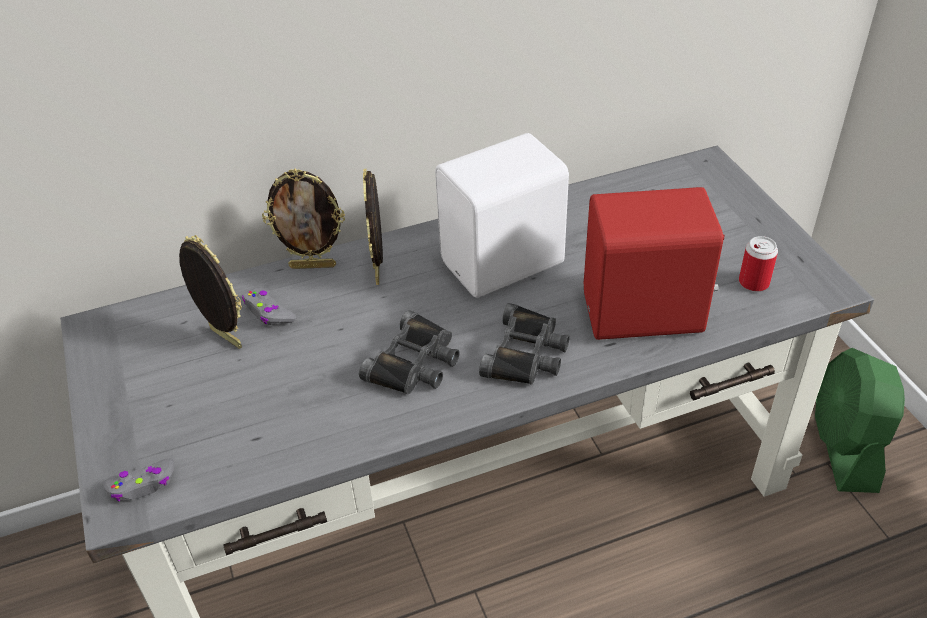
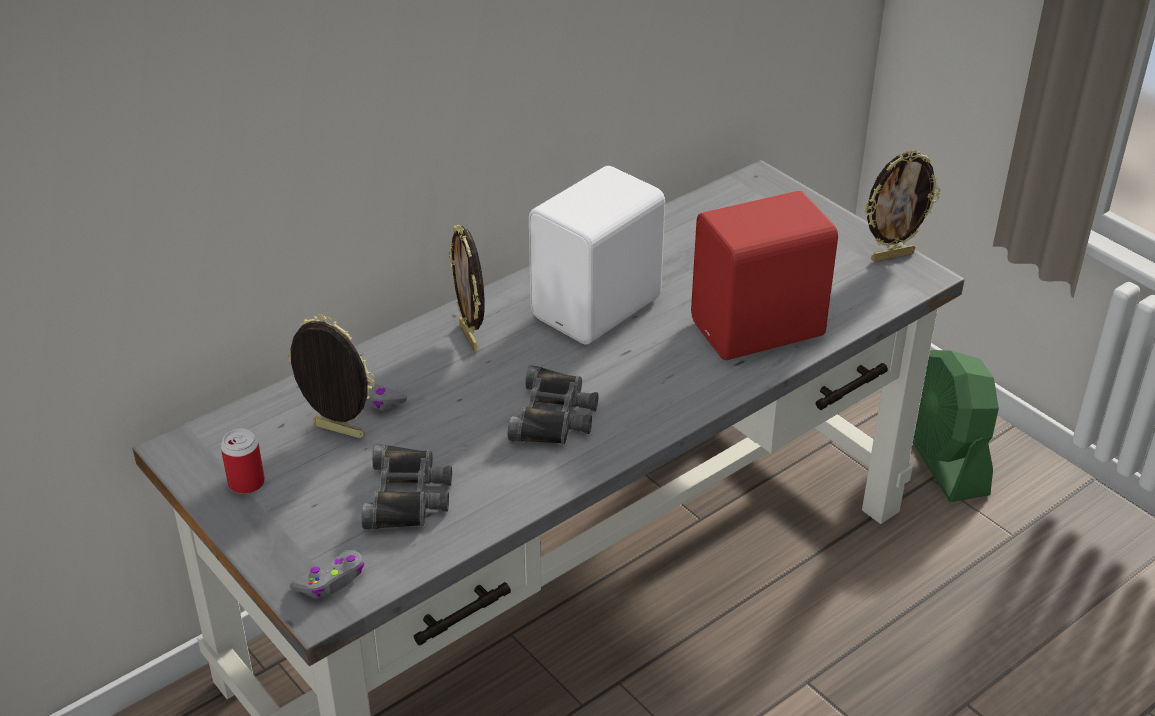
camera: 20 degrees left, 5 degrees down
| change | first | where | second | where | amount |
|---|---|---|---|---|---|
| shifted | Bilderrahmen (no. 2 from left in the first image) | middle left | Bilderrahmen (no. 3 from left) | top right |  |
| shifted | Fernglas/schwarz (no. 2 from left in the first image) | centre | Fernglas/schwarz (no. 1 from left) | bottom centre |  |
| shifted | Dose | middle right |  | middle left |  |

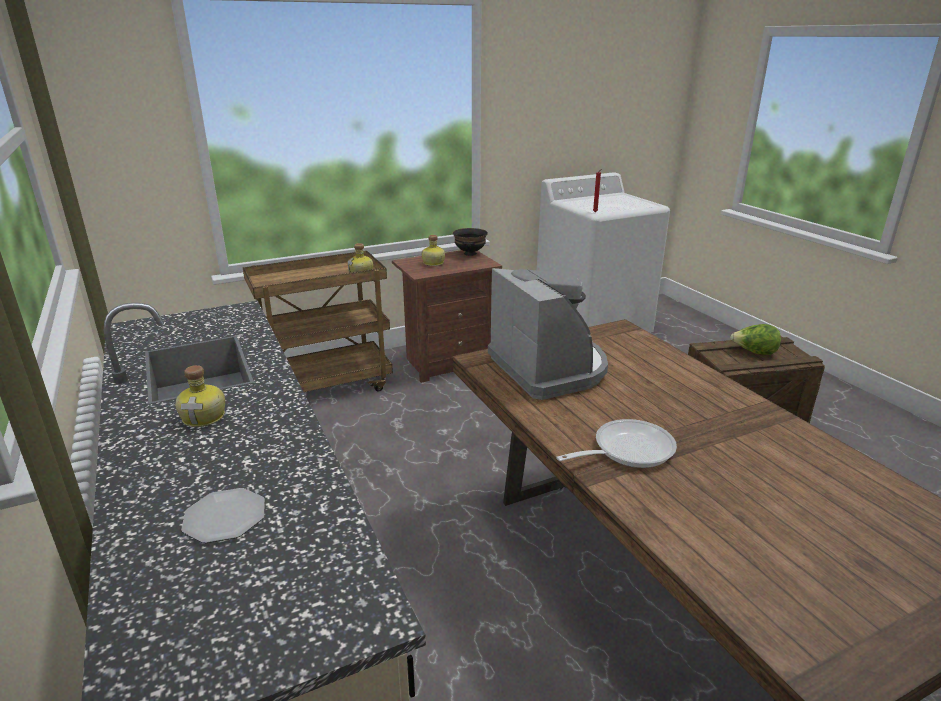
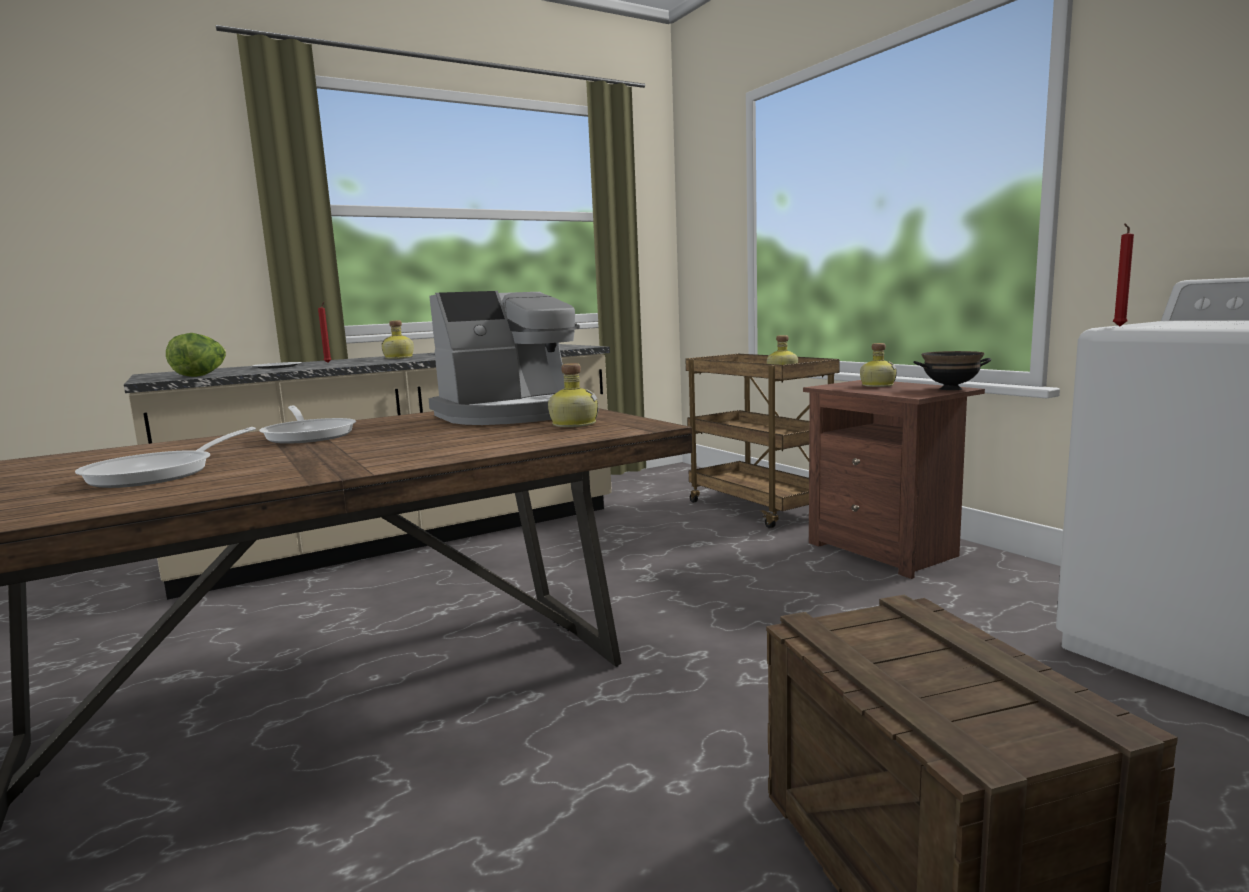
camera: 85 degrees right, 15 degrees down
| change | first | where | second | where | amount |
|---|---|---|---|---|---|
| shifted | Salatkopf | middle right |  | middle left |  |
| new |  |  | Pfanne (no. 1 from left) | middle left |  |
| new |  |  | Kerze/rot (no. 1 from left) | middle left |  |
| new |  |  | Flasche (no. 2 from left) | centre |  |

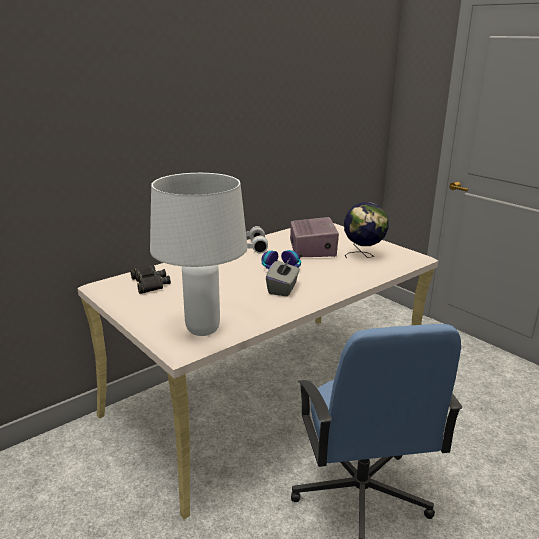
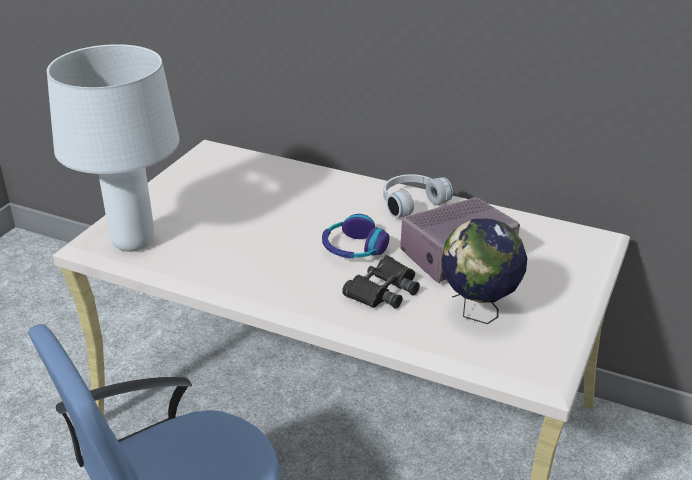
camera: 65 degrees right, 10 degrees up
| change | first | where | second | where | amount |
|---|---|---|---|---|---|
| shifted | Fernglas/schwarz | middle left |  | centre |  |
| gone | Taschentuchbox/grau | centre |  |  |  |

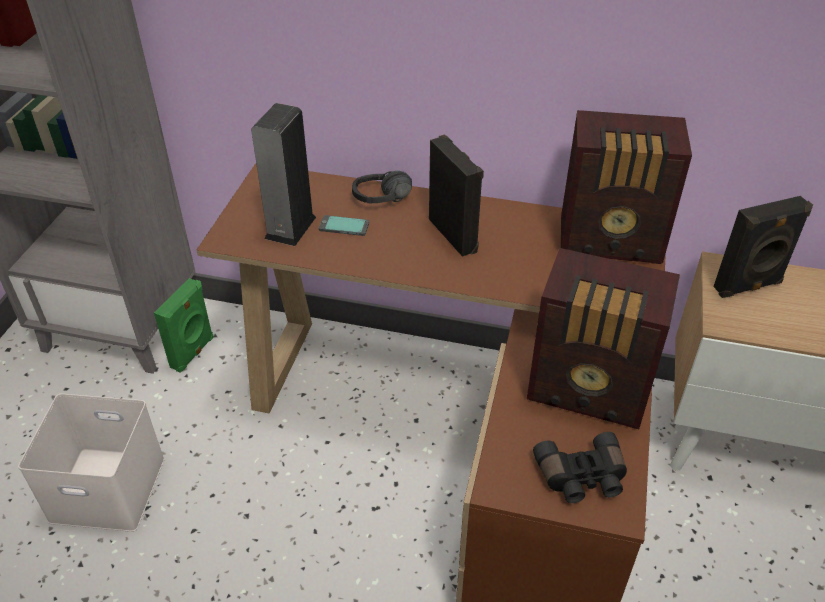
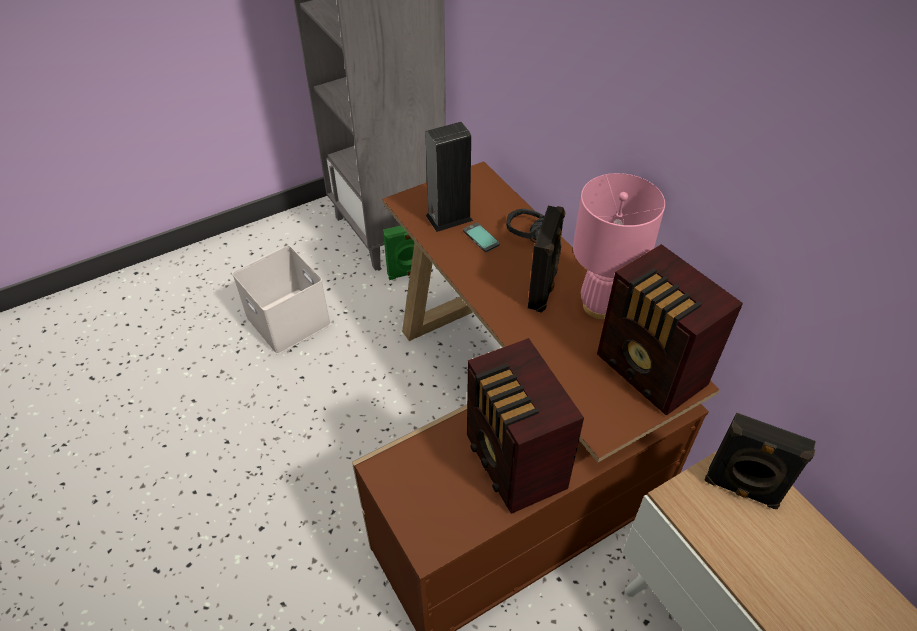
camera: 45 degrees right, 5 degrees up
| change | first | where | second | where | amount |
|---|---|---|---|---|---|
| gone | Fernglas/schwarz | bottom right |  |  |  |
| new |  |  | Tischlampe/rosa | middle right |  |

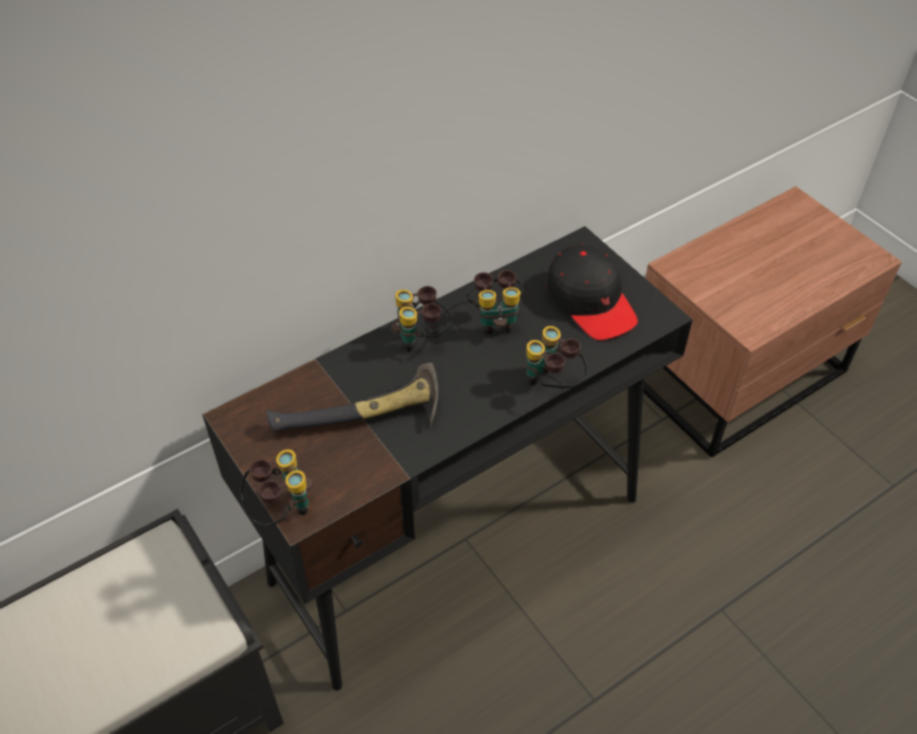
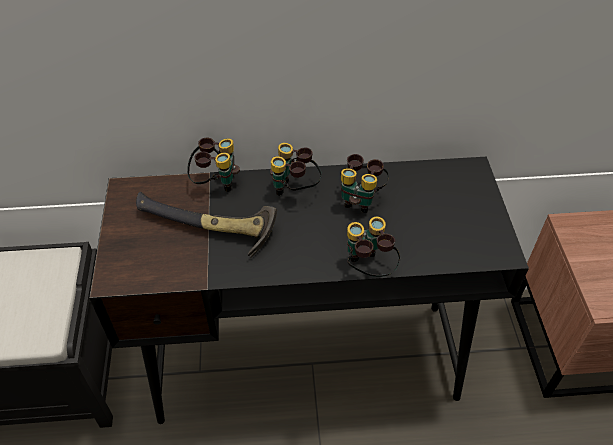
camera: 30 degrees right, 0 degrees up
| change | first | where | second | where | amount |
|---|---|---|---|---|---|
| shifted | Fernglas (no. 1 from left) | middle left |  | centre |  |
| gone | Kappe/schwarz | centre |  |  |  |

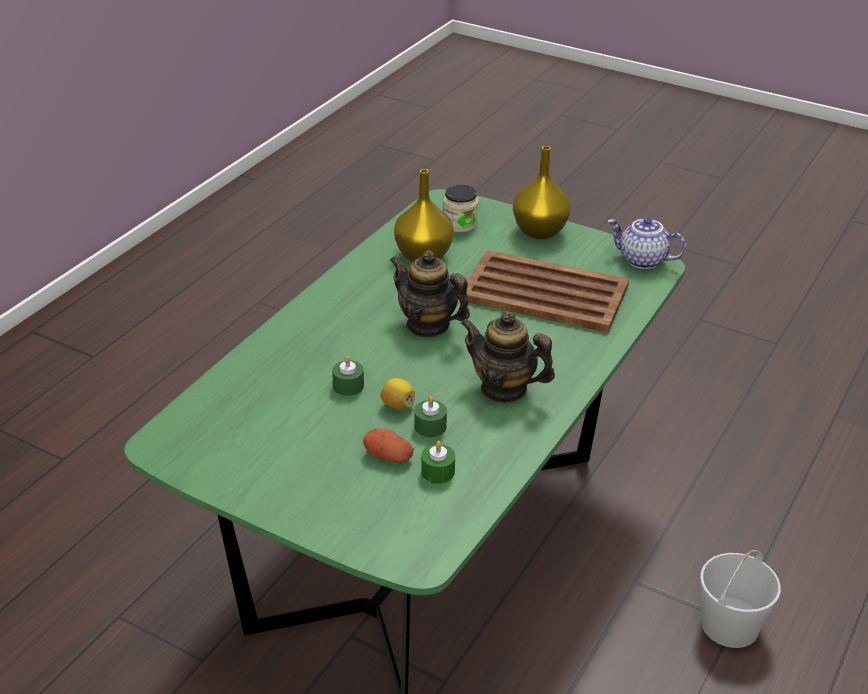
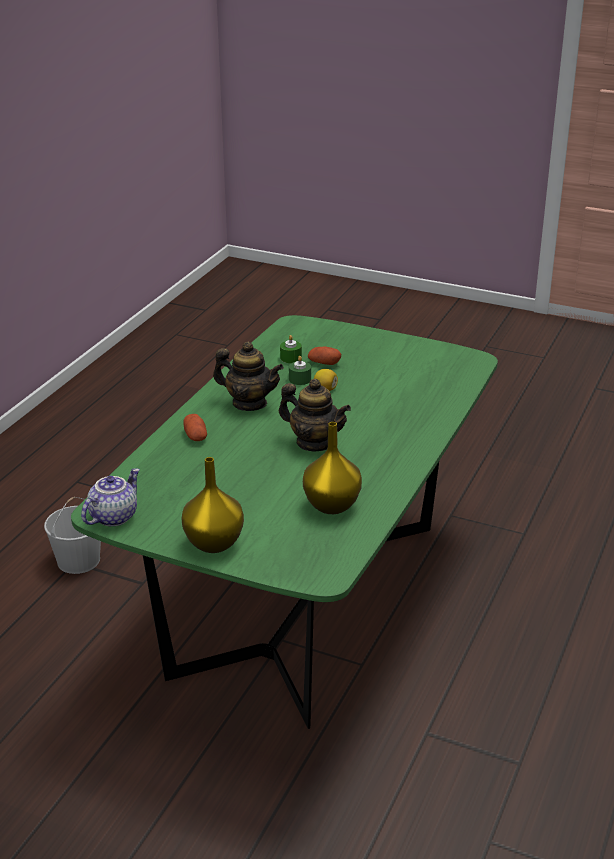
camera: 175 degrees right, 5 degrees down
| change | first | where | second | where | amount |
|---|---|---|---|---|---|
| gone | Kerze/grün (no. 1 from left) | centre |  |  |  |
| gone | Vorratsglas | top centre |  |  |  |
| gone | Tablett/braun | centre |  |  |  |
| rotated | Teekanne (no. 3 from left in the first image) | middle right | Teekanne (no. 1 from left) | middle left | 75 degrees counterclockwise |
| new |  |  | Kartoffel (no. 1 from left) | middle left |  |

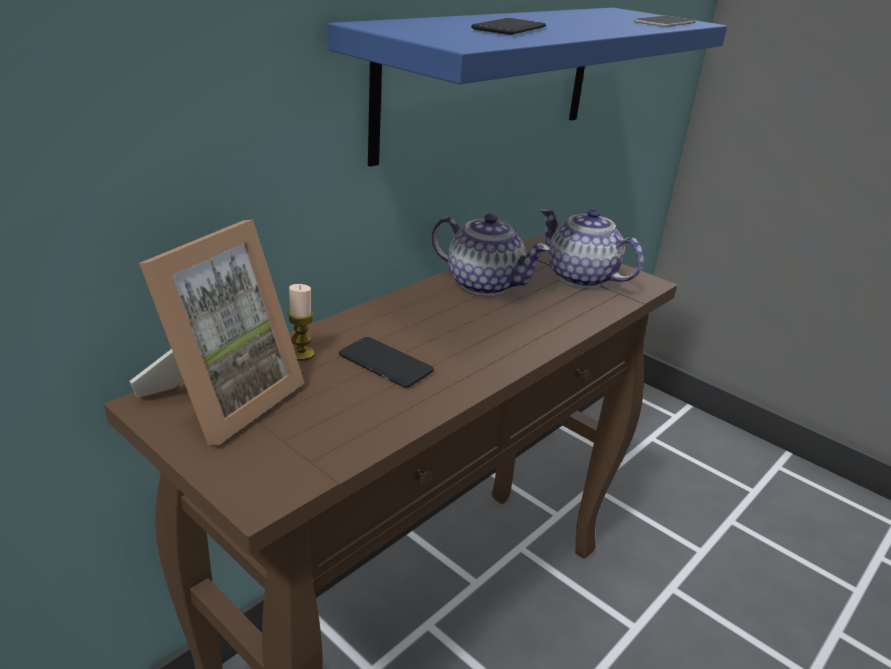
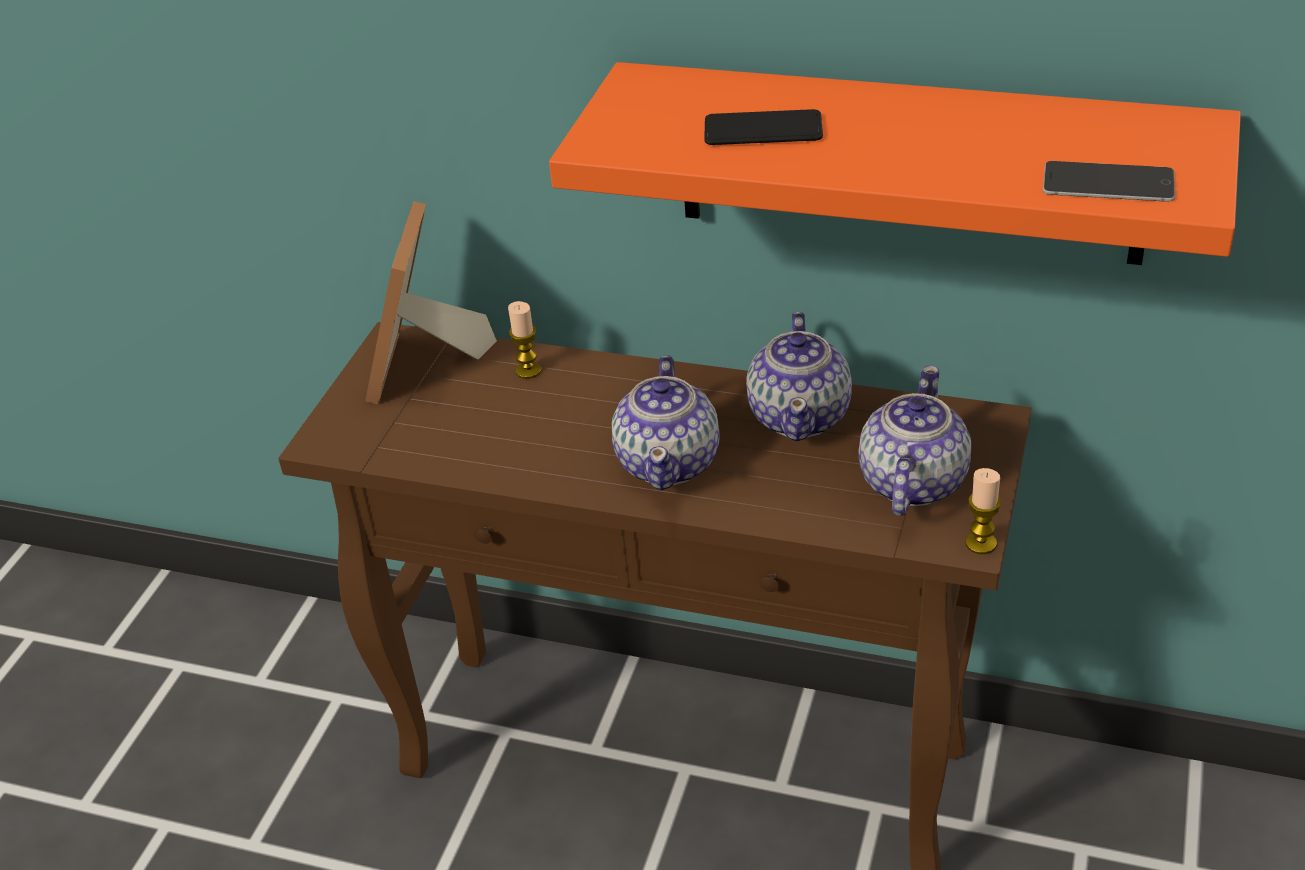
camera: 70 degrees right, 10 degrees up
| change | first | where | second | where | amount |
|---|---|---|---|---|---|
| rotated | Bilderrahmen | middle left |  | middle left | 90 degrees clockwise |
| repainted | Wandregal/blau | top centre | Wandregal/orange | top right |  |
| gone | Handy (no. 1 from left) | centre |  |  |  |
| new |  |  | Teekanne (no. 1 from left) | centre |  |
| new |  |  | Kerze (no. 2 from left) | middle right |  |

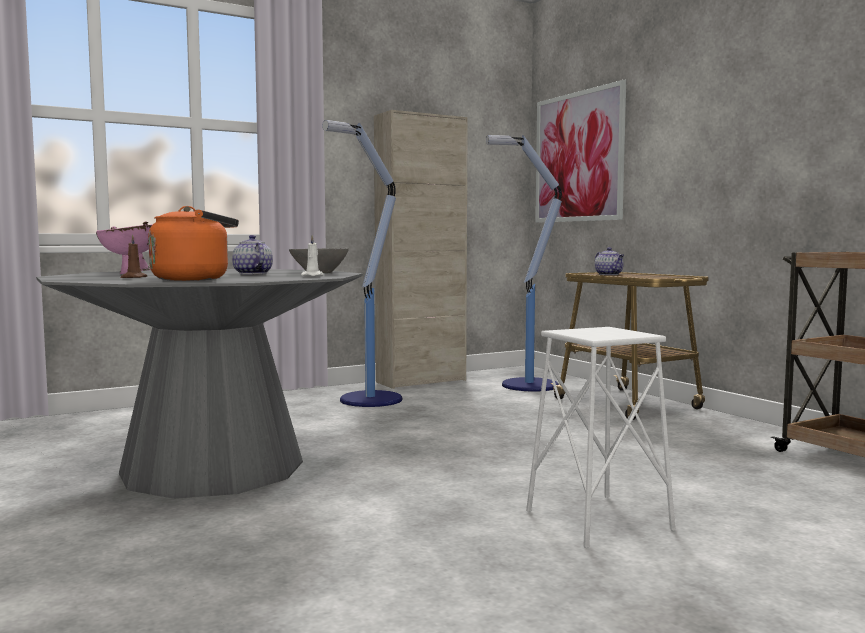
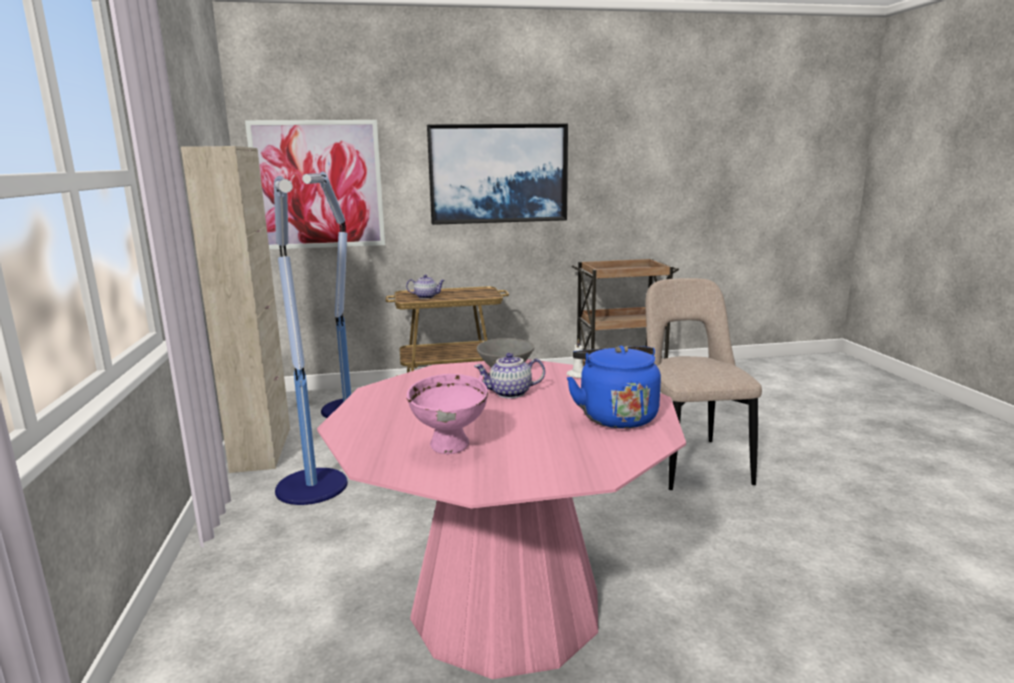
camera: 70 degrees left, 10 degrees up
| change | first | where | second | where | amount |
|---|---|---|---|---|---|
| repainted | Esstisch/grau | middle left | Esstisch/rosa | bottom centre |  |
| gone | Kerze/braun | middle left |  |  |  |
| repainted | Wasserkessel/orange | middle left | Wasserkessel/blau | centre |  |
| swapped | Hocker/weiß | bottom right | Stuhl/beige | middle right |  |
| new |  |  | Bild (no. 2 from left) | top centre |  |

